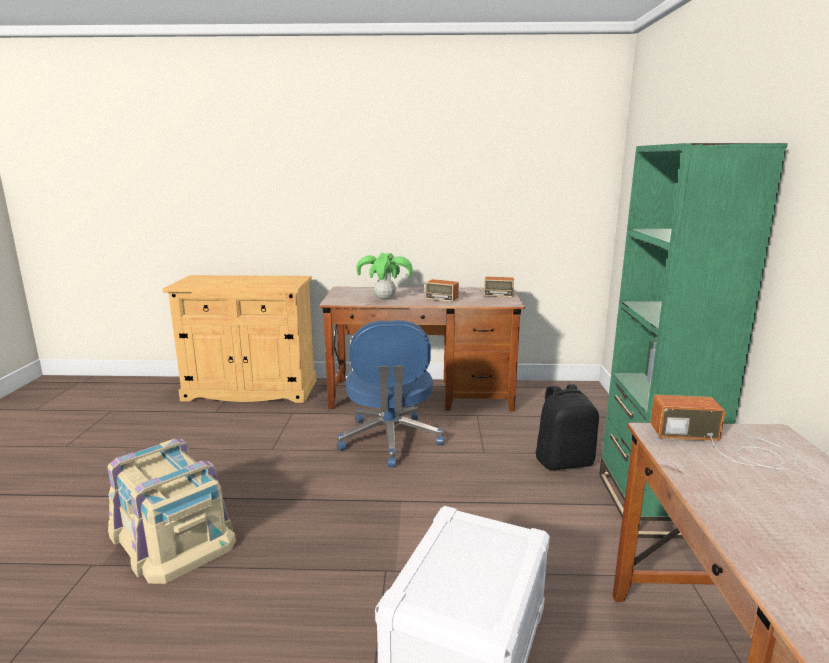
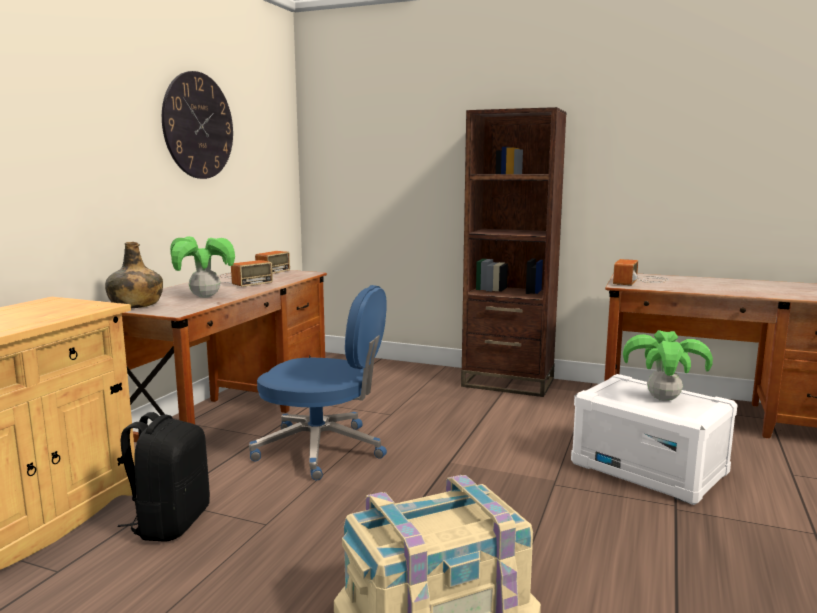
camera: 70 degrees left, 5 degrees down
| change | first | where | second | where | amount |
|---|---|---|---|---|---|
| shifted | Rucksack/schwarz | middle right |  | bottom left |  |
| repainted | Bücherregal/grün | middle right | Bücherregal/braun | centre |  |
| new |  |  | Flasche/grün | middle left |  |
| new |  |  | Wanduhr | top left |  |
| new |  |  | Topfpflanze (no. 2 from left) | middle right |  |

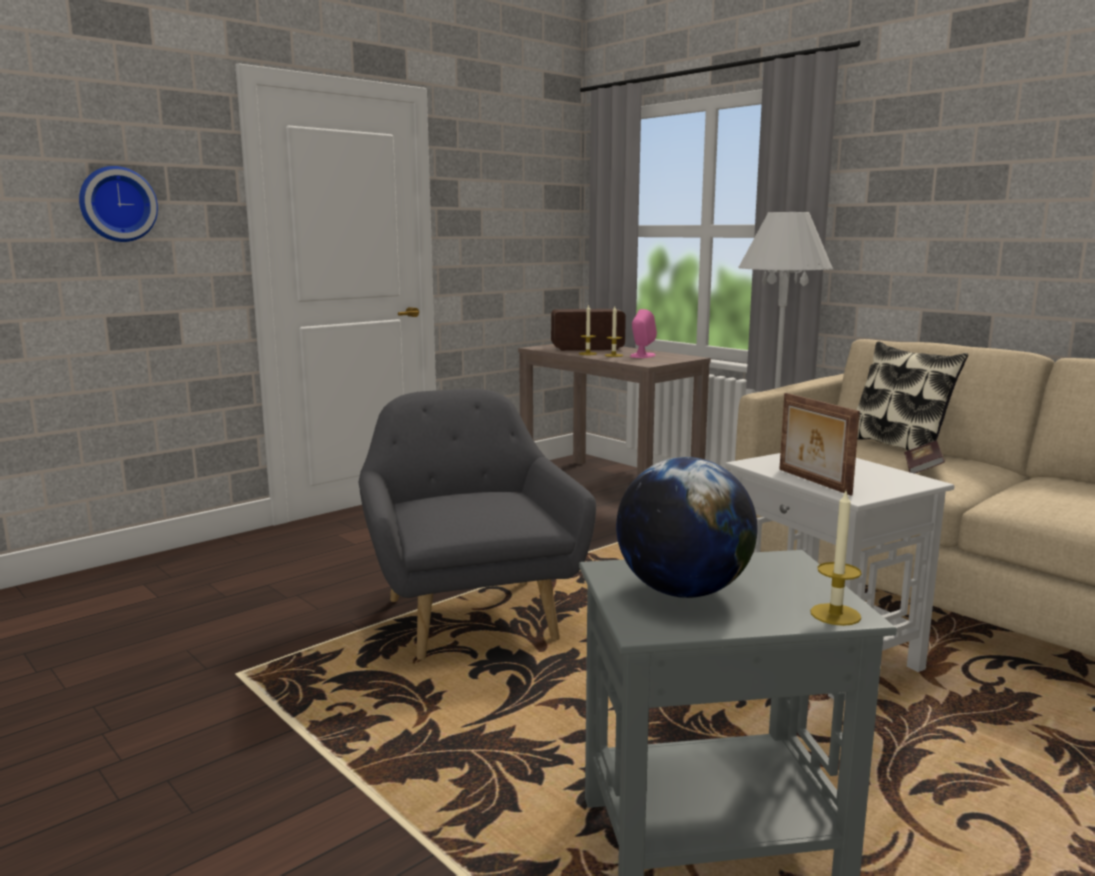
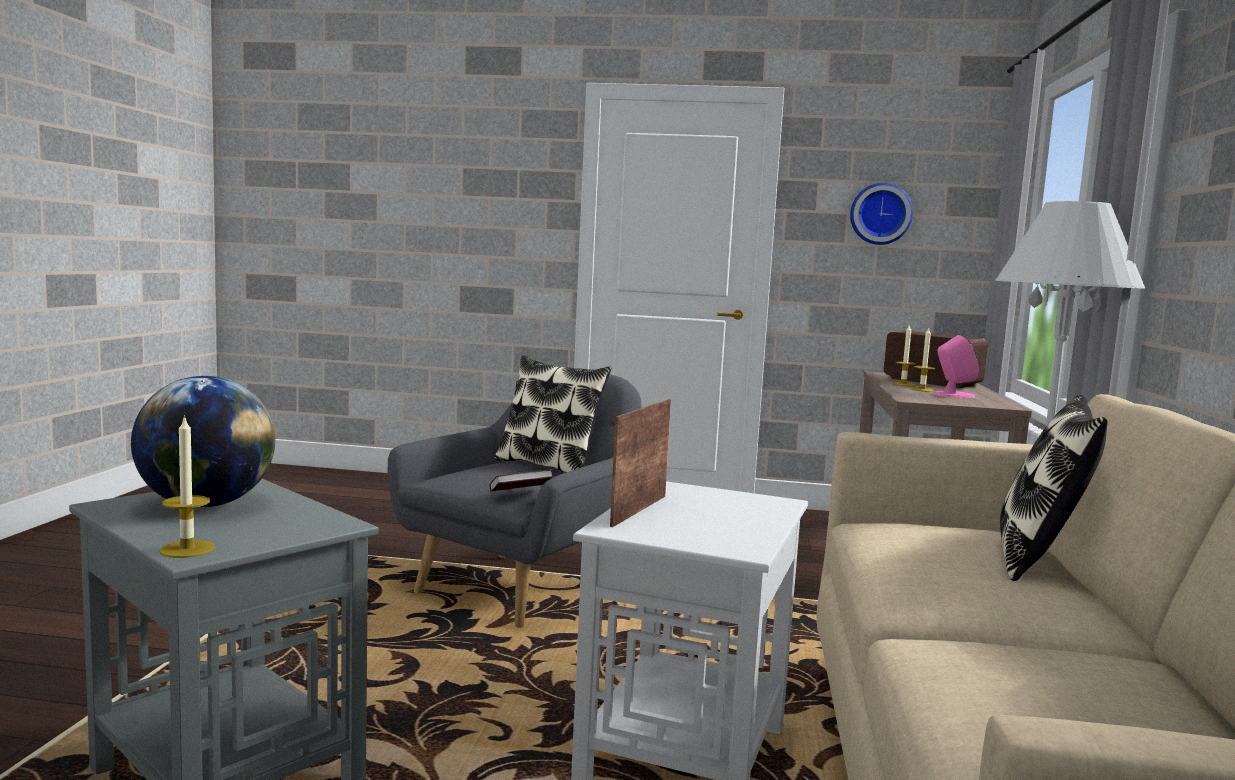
camera: 50 degrees right, 5 degrees down
| change | first | where | second | where | amount |
|---|---|---|---|---|---|
| shifted | Wanduhr | top left |  | top right |  |
| shifted | Buch | middle right |  | centre |  |
| new |  |  | Kissen (no. 1 from left) | centre |  |

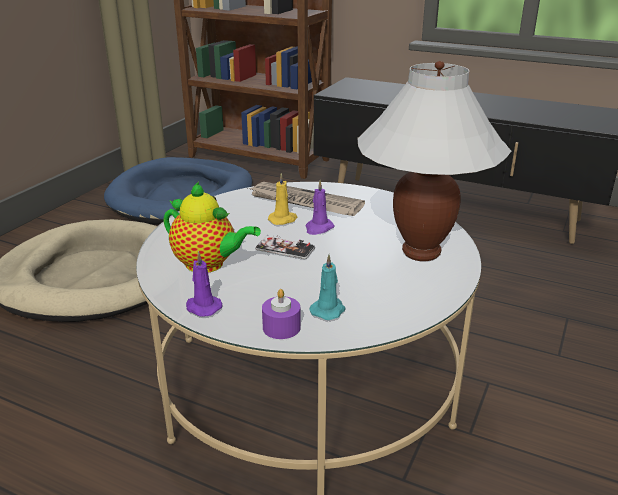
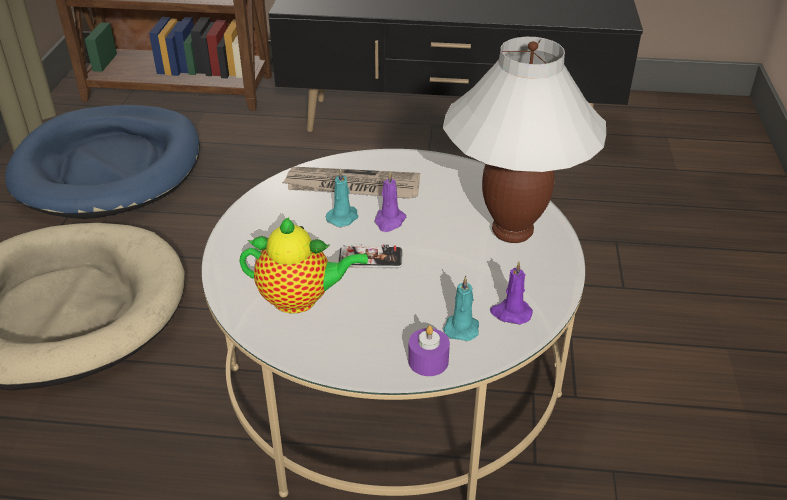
camera: 20 degrees left, 10 degrees up
| change | first | where | second | where | amount |
|---|---|---|---|---|---|
| shifted | Kerze/lila (no. 1 from left in the first image) | middle left | Kerze/lila (no. 3 from left) | centre |  |
| repainted | Kerze/gelb | centre | Kerze/türkis (no. 1 from left) | centre |  |

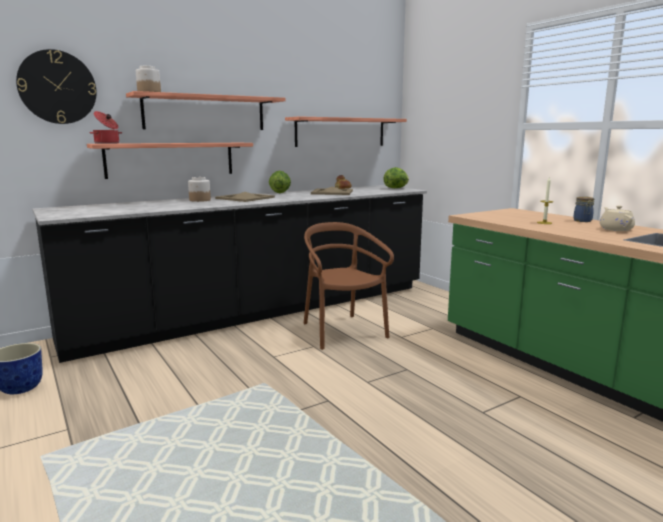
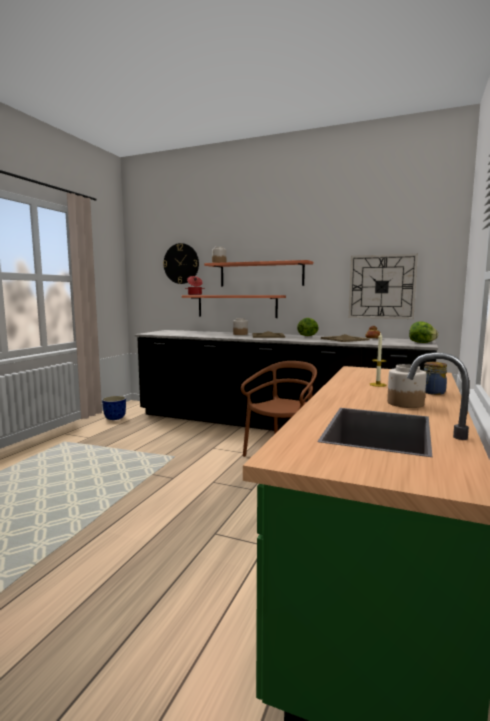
camera: 55 degrees right, 5 degrees down
| change | first | where | second | where | amount |
|---|---|---|---|---|---|
| swapped | Wandregal (no. 3 from left) | top centre | Wanduhr (no. 2 from left) | middle right |  |
| swapped | Teekanne/beige | middle right | Vorratsglas (no. 3 from left) | middle right |  |

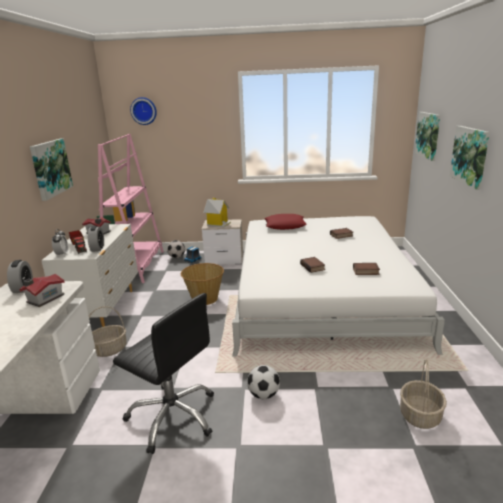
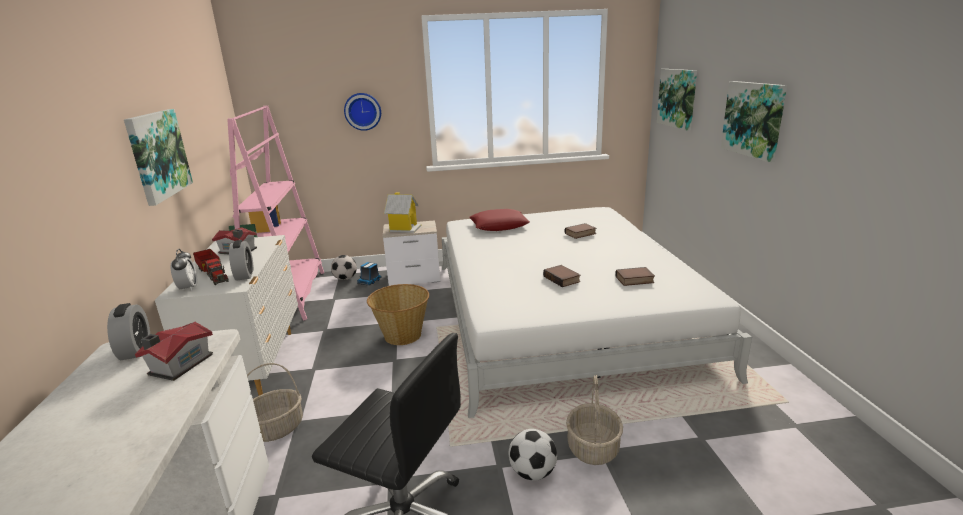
camera: 10 degrees left, 0 degrees up
| change | first | where | second | where | amount |
|---|---|---|---|---|---|
| shifted | Wanduhr | top left |  | top centre |  |
| shifted | Korb (no. 3 from left) | bottom right |  | bottom centre |  |

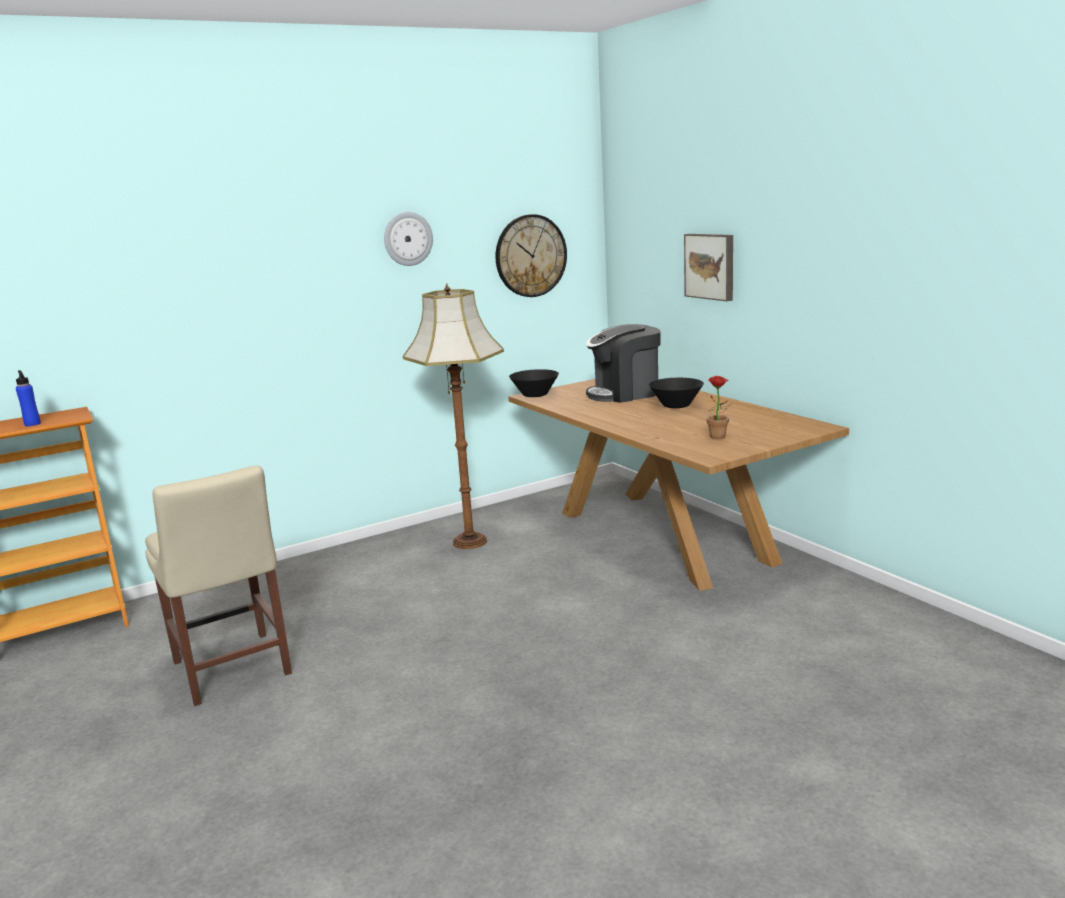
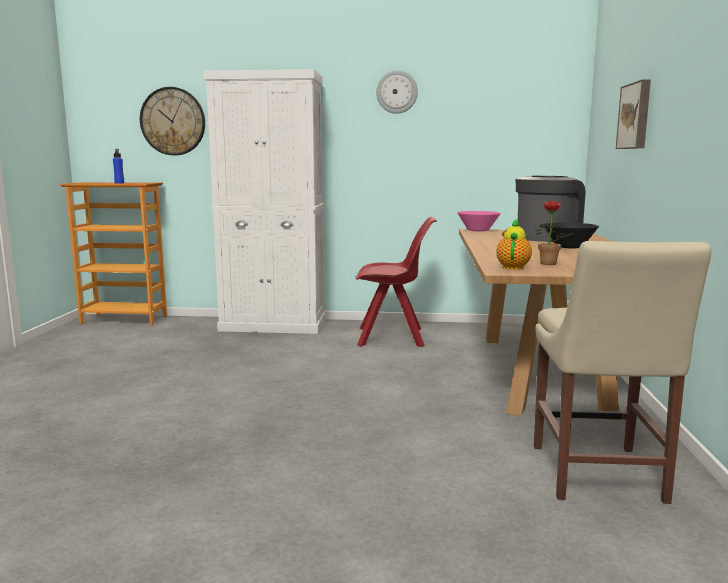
camera: 35 degrees right, 5 degrees down
| change | first | where | second | where | amount |
|---|---|---|---|---|---|
| shifted | Stuhl/beige | middle left |  | middle right |  |
| swapped | Stehlampe | centre | Stuhl/rot | centre |  |
| shifted | Wanduhr (no. 2 from left in the first image) | top centre | Wanduhr (no. 1 from left) | top left |  |
| repainted | Schüssel/schwarz (no. 1 from left) | centre | Schüssel/rosa | centre |  |
| rotated | Kaffeemaschine | centre |  | middle right | 120 degrees clockwise |
| new |  |  | Schrank/weiß | centre |  |
| new |  |  | Teekanne | middle right |  |

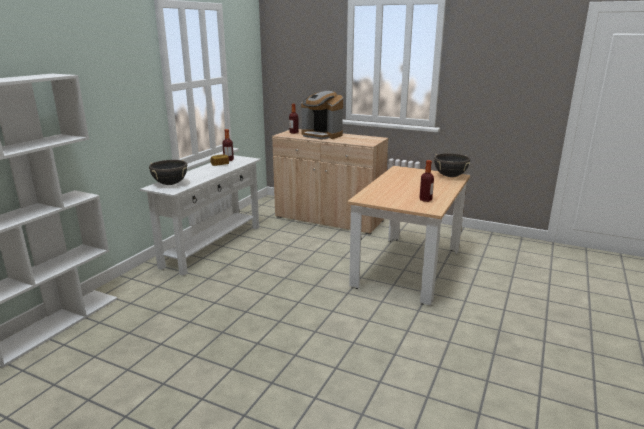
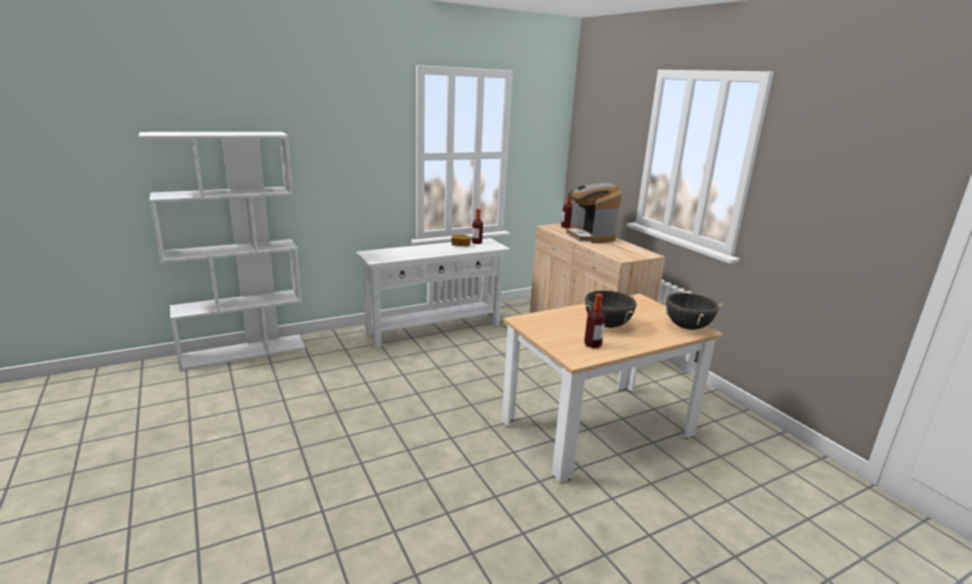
camera: 35 degrees right, 0 degrees up
| change | first | where | second | where | amount |
|---|---|---|---|---|---|
| shifted | Kochtopf/schwarz (no. 1 from left) | middle left |  | centre |  |

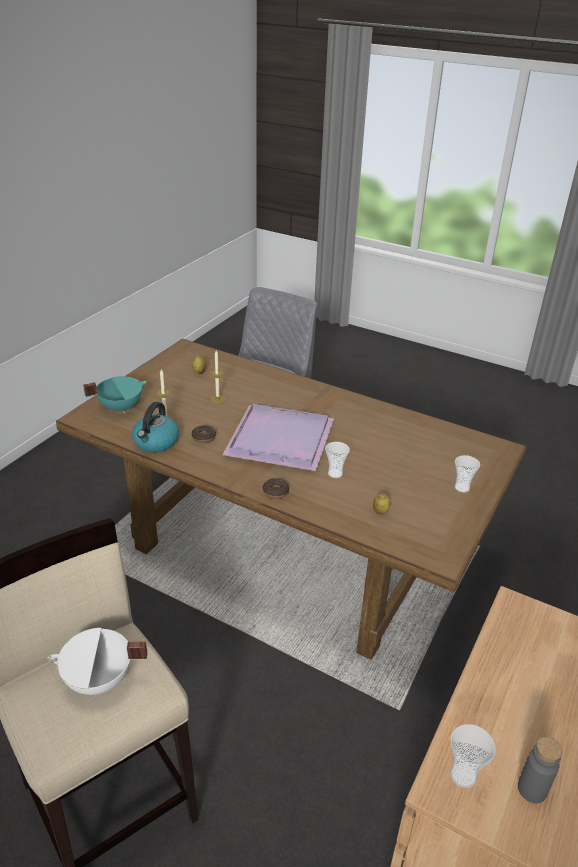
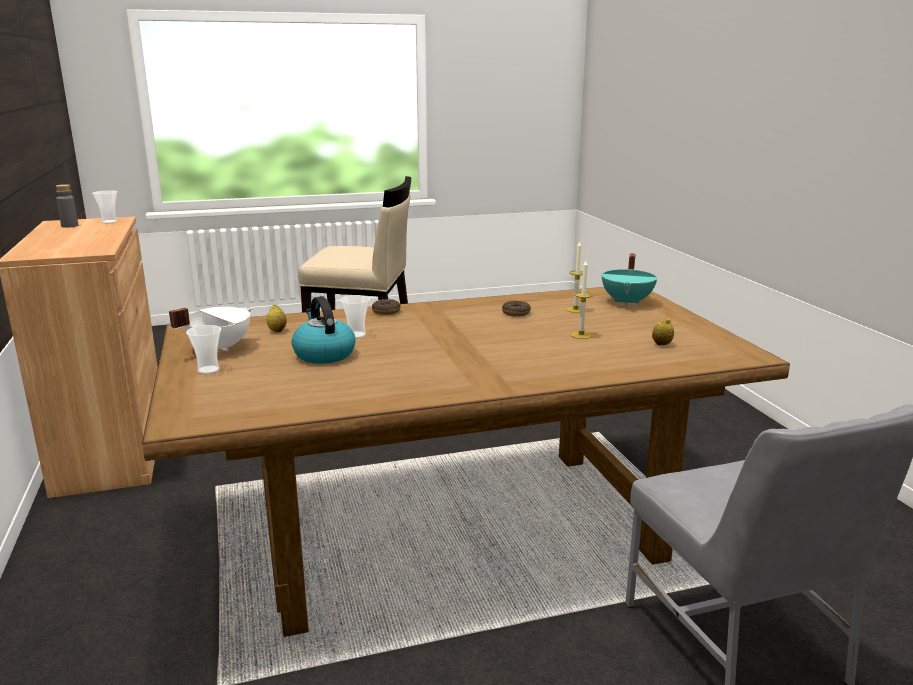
camera: 135 degrees right, 15 degrees down
| change | first | where | second | where | amount |
|---|---|---|---|---|---|
| shifted | Kochtopf/weiß | bottom left |  | middle left |  |
| shifted | Wasserkessel | middle left |  | centre |  |
| gone | Tablett/lila | centre |  |  |  |

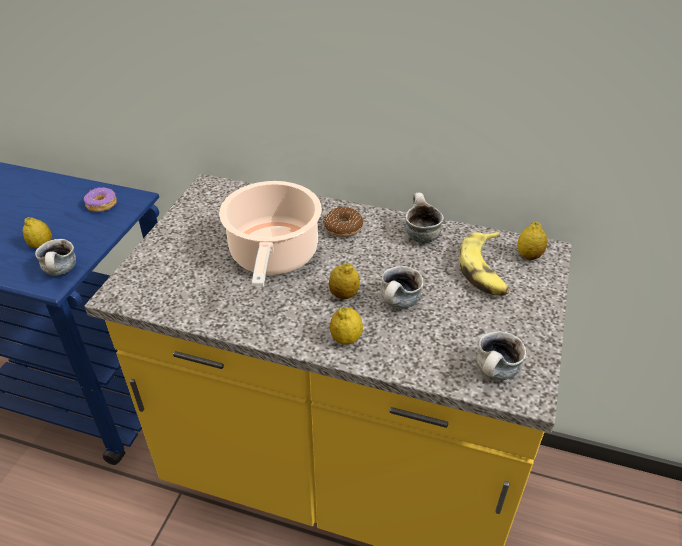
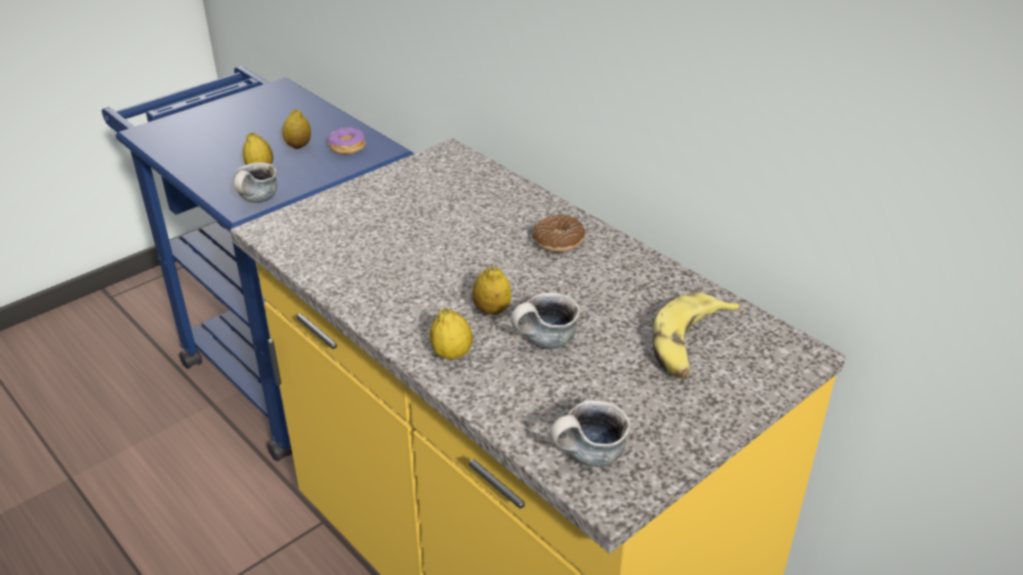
camera: 30 degrees right, 5 degrees down
| change | first | where | second | where | amount |
|---|---|---|---|---|---|
| gone | Kochtopf | centre |  |  |  |
| gone | Henkelbecher (no. 3 from left) | centre |  |  |  |
| shifted | Zitrone (no. 4 from left in the first image) | middle right | Zitrone (no. 2 from left) | top left |  |

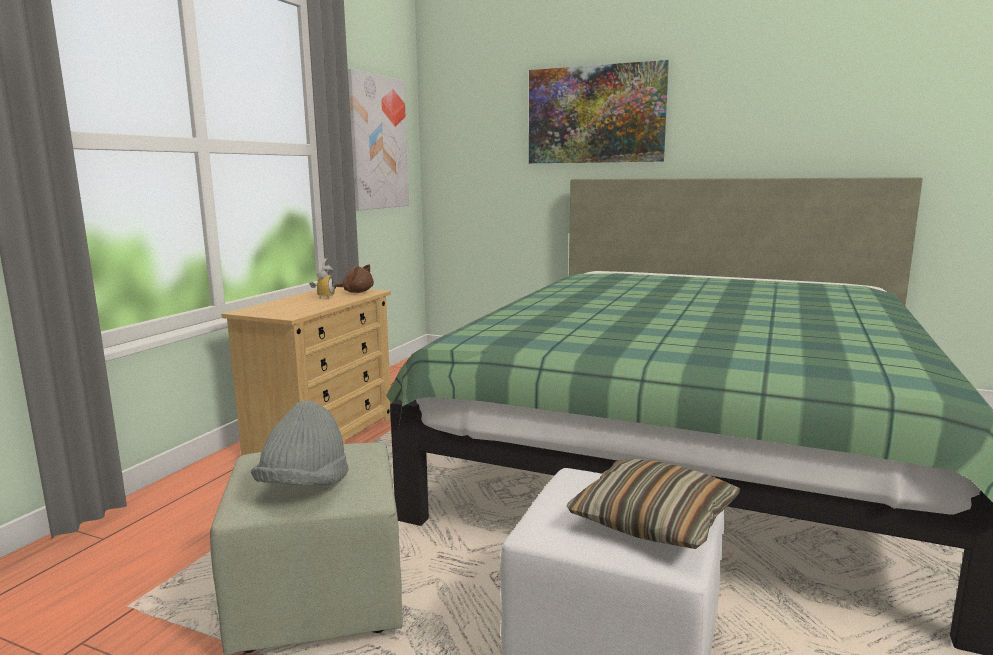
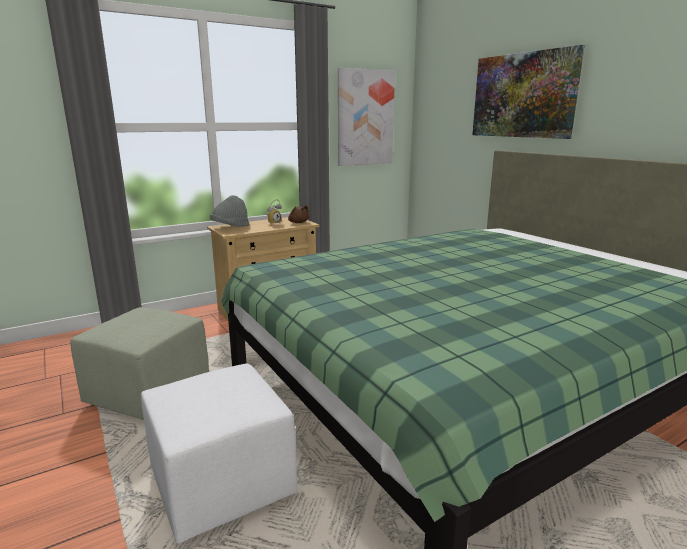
camera: 35 degrees right, 5 degrees up
| change | first | where | second | where | amount |
|---|---|---|---|---|---|
| shifted | Hut/grau | bottom left |  | centre |  |
| gone | Kissen | bottom centre |  |  |  |

